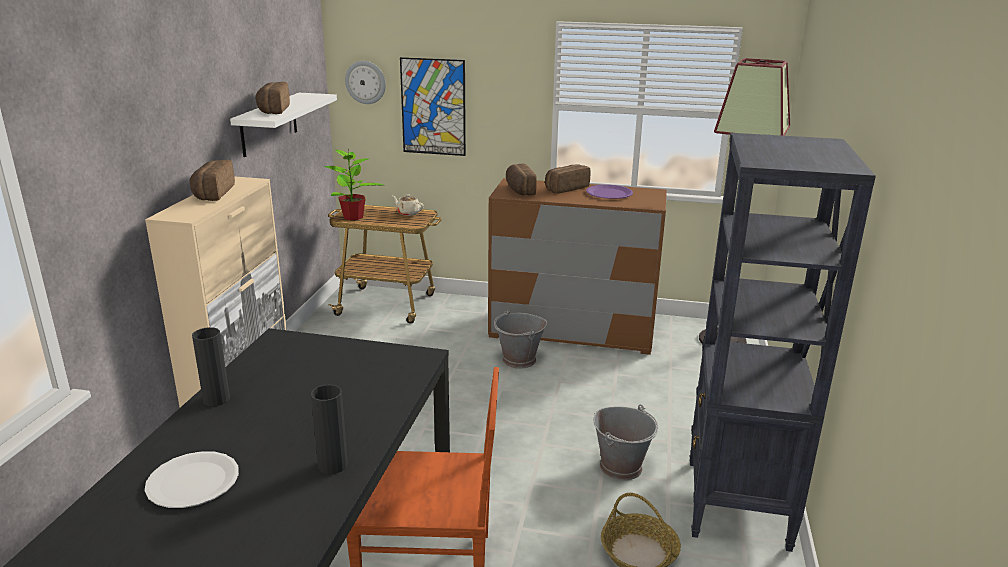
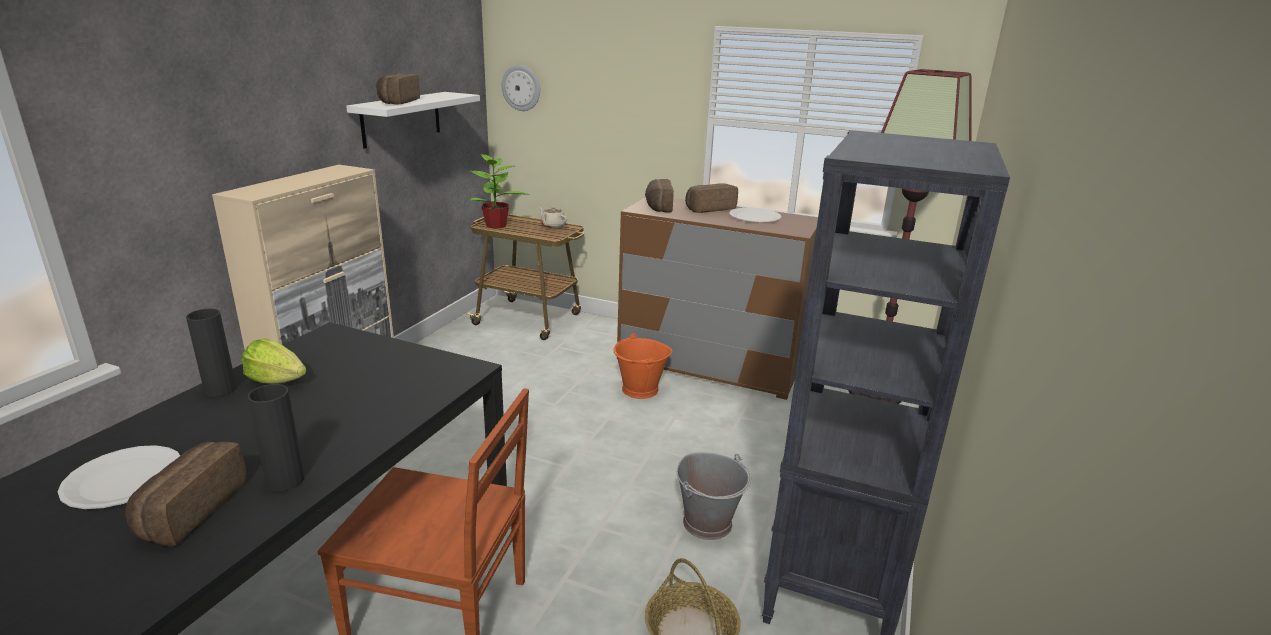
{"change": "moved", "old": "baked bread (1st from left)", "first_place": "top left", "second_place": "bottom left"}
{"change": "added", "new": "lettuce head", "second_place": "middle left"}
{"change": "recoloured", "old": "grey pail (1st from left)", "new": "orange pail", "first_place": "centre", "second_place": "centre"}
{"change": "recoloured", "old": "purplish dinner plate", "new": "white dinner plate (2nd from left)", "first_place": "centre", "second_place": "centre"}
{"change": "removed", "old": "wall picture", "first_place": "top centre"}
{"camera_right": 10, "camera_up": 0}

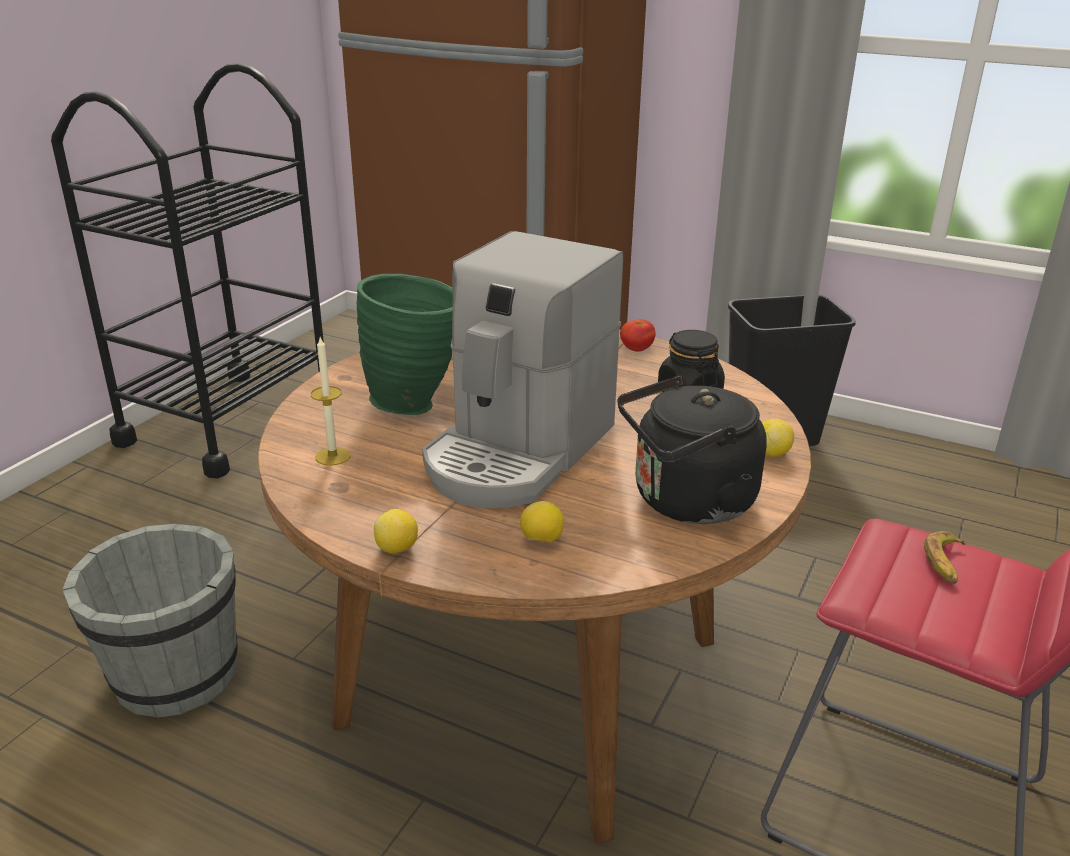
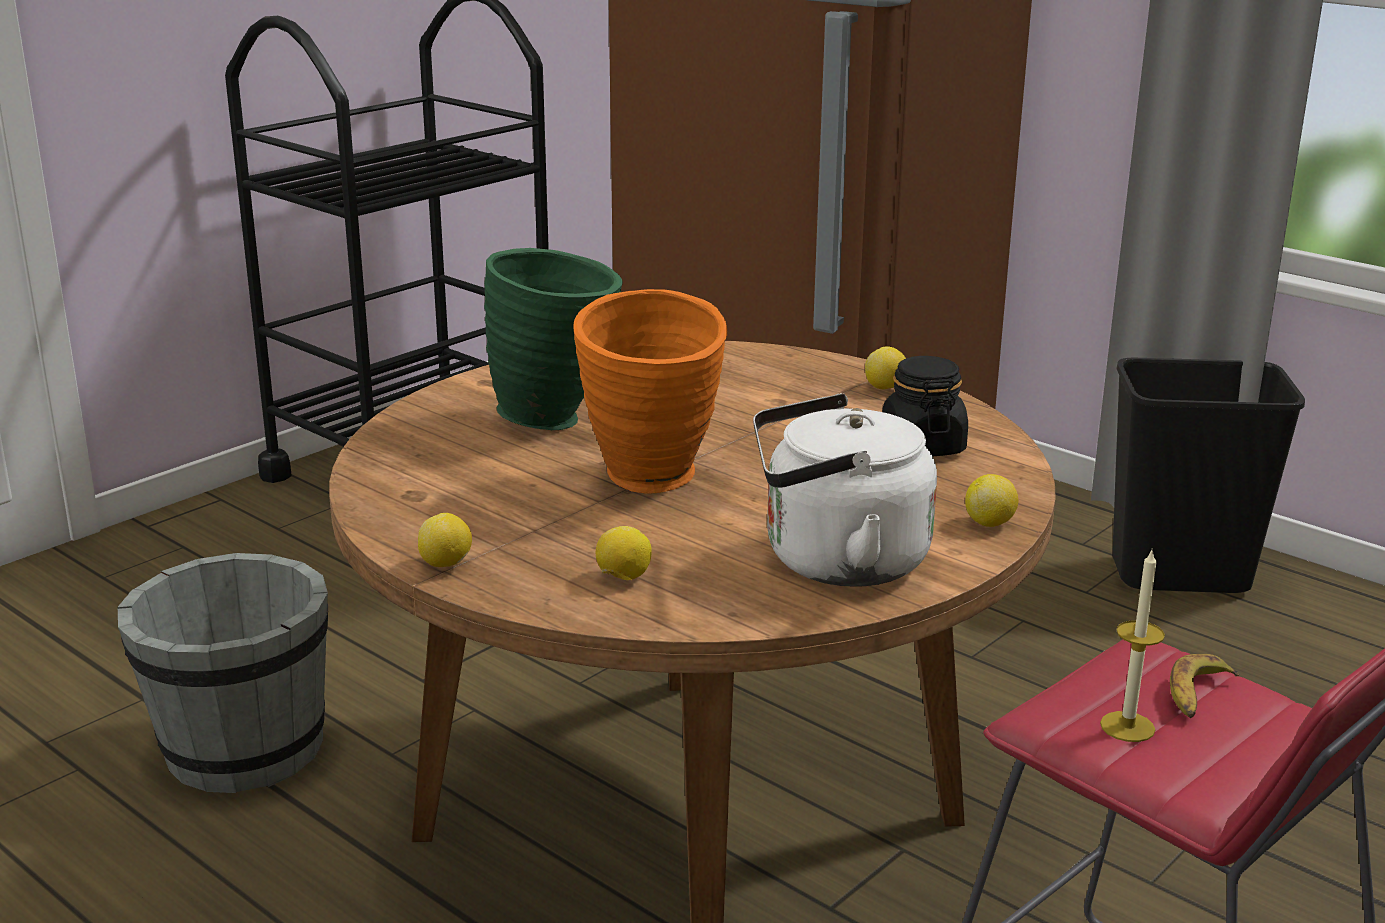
{"change": "replaced", "old": "coffee machine", "new": "orange flower vase", "first_place": "centre", "second_place": "centre"}
{"change": "recoloured", "old": "blackish water kettle", "new": "white water kettle", "first_place": "centre", "second_place": "centre"}
{"change": "replaced", "old": "whole tomato", "new": "lemon (3rd from left)", "first_place": "centre", "second_place": "centre"}
{"change": "moved", "old": "candle", "first_place": "middle left", "second_place": "bottom right"}
{"camera_right": 15, "camera_up": -5}

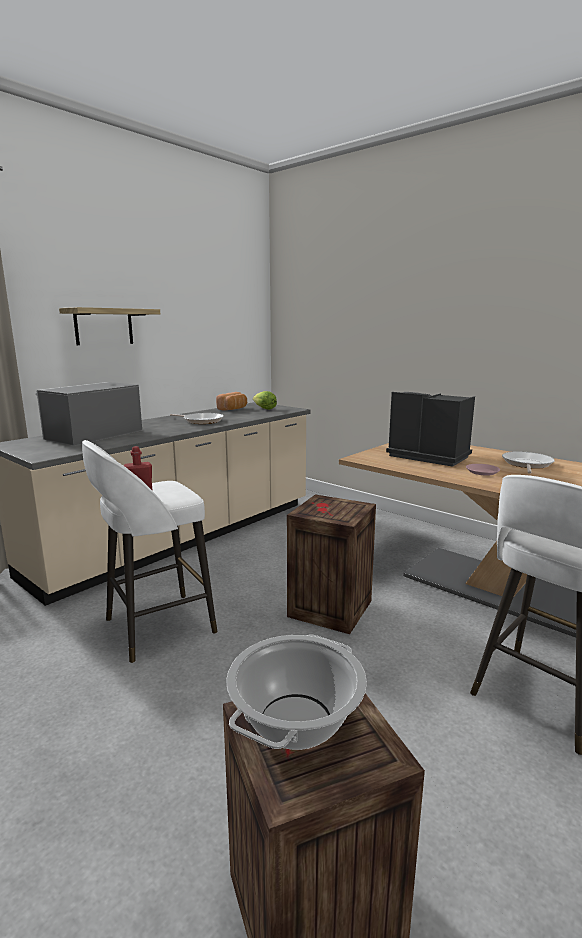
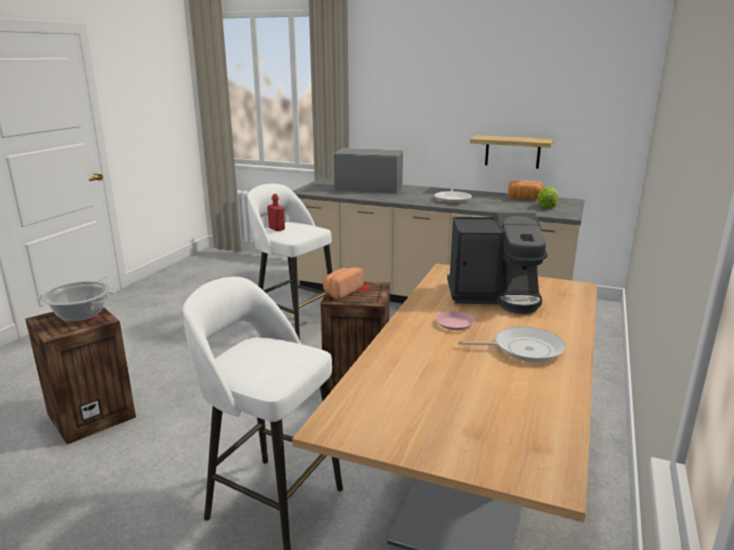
{"change": "added", "new": "baked bread (1st from left)", "second_place": "centre"}
{"change": "turned", "old": "coffee machine", "first_place": "middle right", "second_place": "middle right", "degrees": 75}
{"change": "moved", "old": "shelf", "first_place": "middle left", "second_place": "top right"}
{"camera_right": 70, "camera_up": 5}

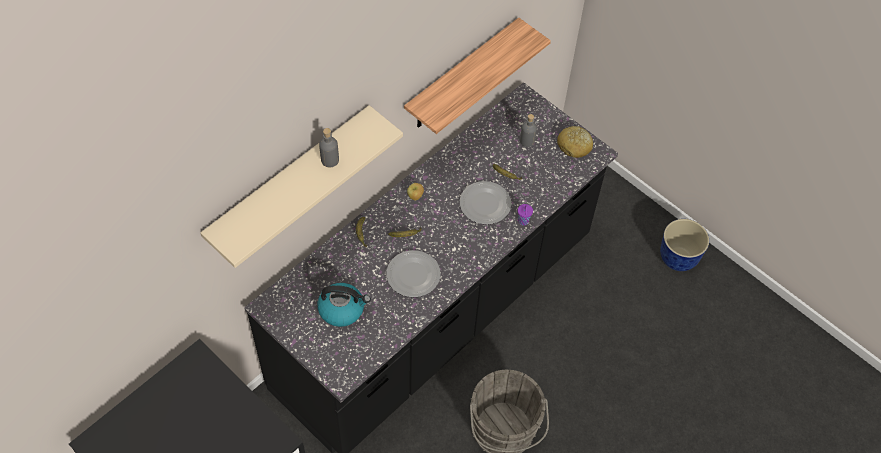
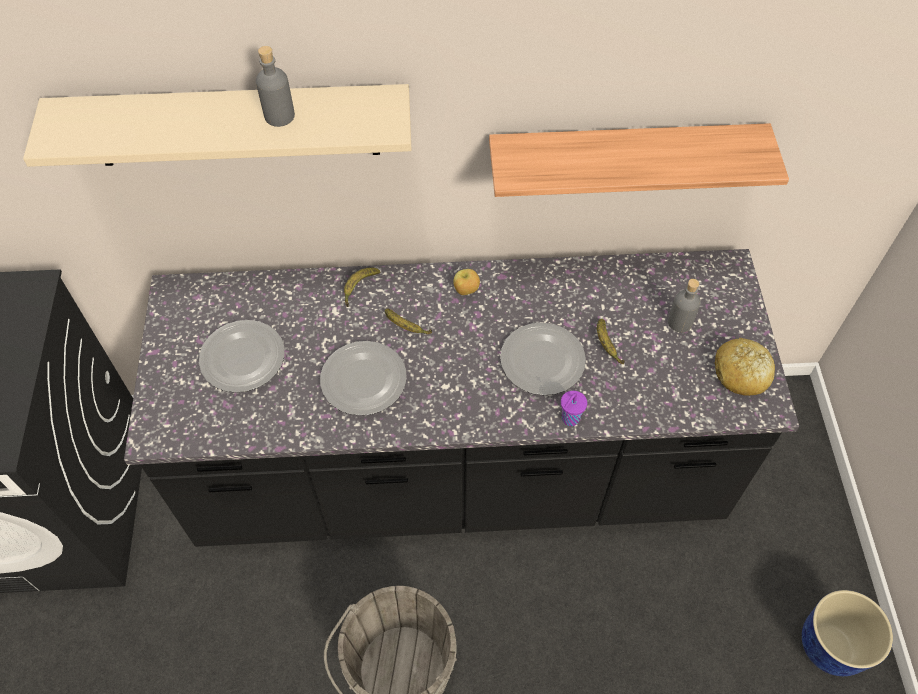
{"change": "replaced", "old": "water kettle", "new": "dinner plate (1st from left)", "first_place": "bottom centre", "second_place": "middle left"}
{"camera_right": 45, "camera_up": 0}

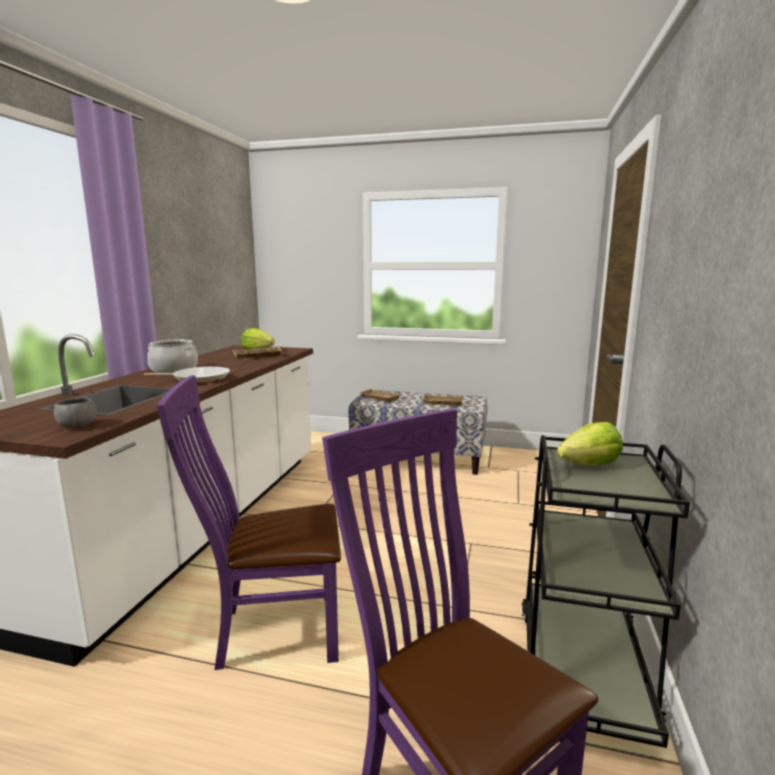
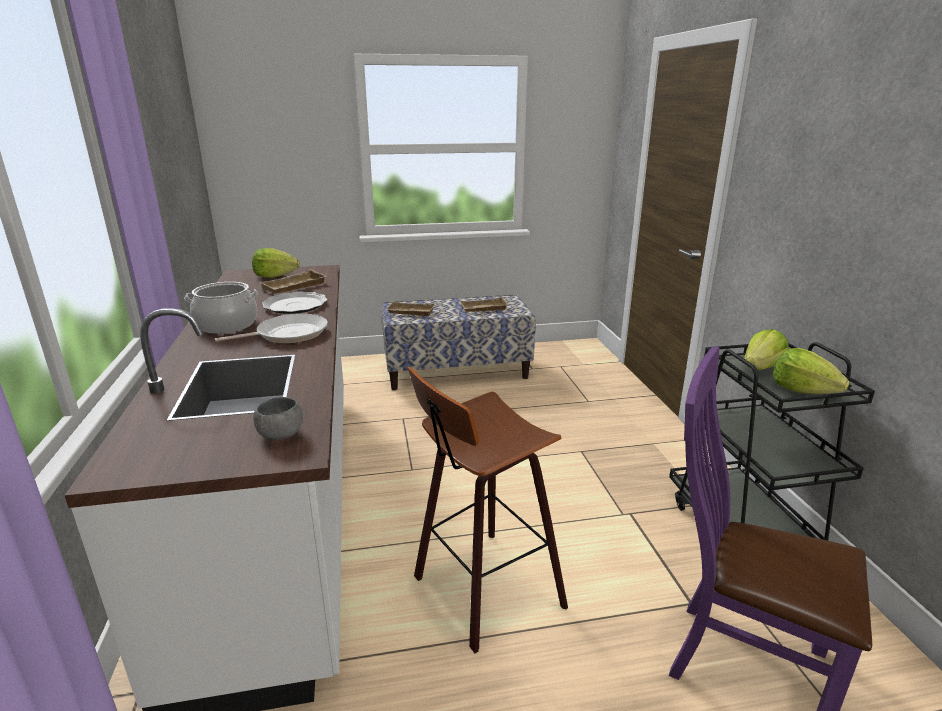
{"change": "added", "new": "dinner plate", "second_place": "middle left"}
{"change": "replaced", "old": "purplish chair (1st from left)", "new": "stool seat", "first_place": "bottom left", "second_place": "bottom centre"}
{"change": "added", "new": "lettuce head (3rd from left)", "second_place": "middle right"}
{"camera_right": -25, "camera_up": 10}

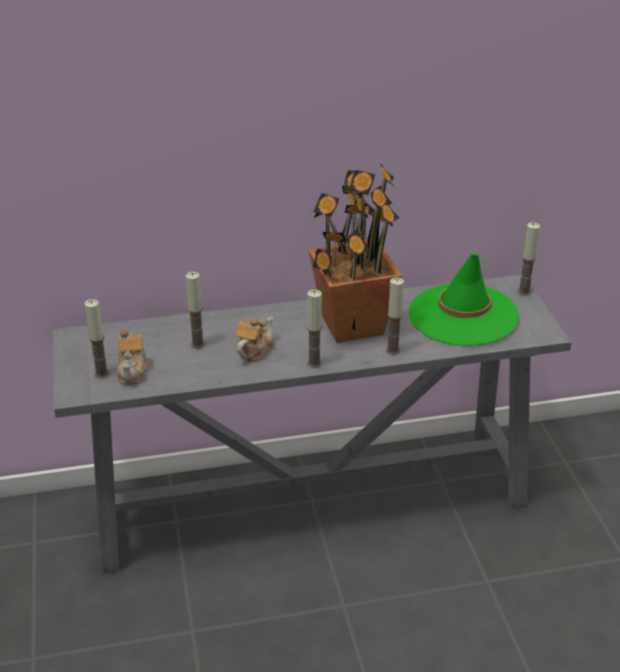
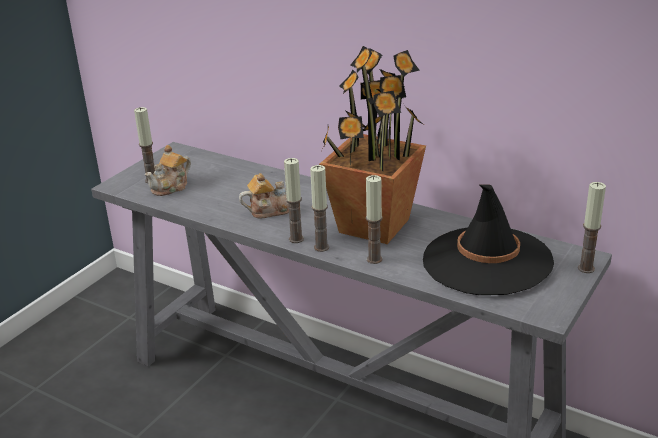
{"change": "moved", "old": "candle (2nd from left in the first image)", "new": "candle (3rd from left)", "first_place": "middle left", "second_place": "centre"}
{"change": "recoloured", "old": "green-coloured wearable hat", "new": "blackish wearable hat", "first_place": "middle right", "second_place": "middle right"}
{"camera_right": 45, "camera_up": -5}

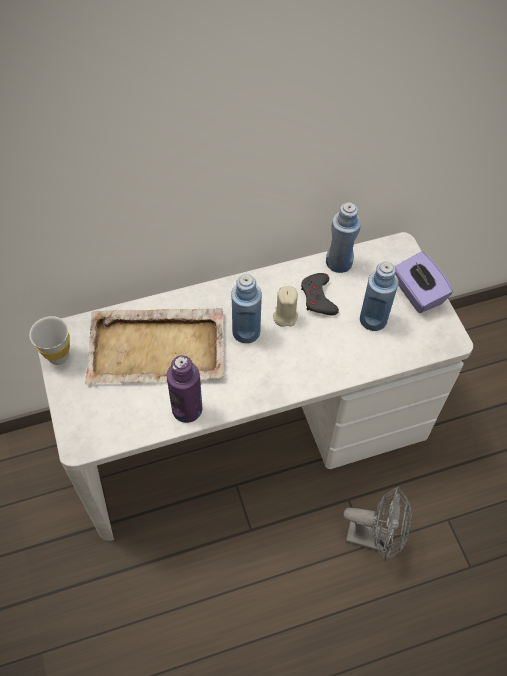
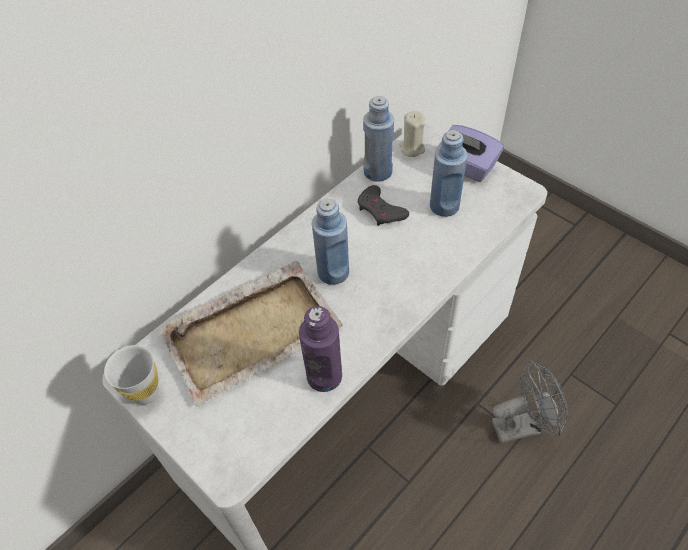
{"change": "moved", "old": "beige candle", "first_place": "centre", "second_place": "top centre"}
{"camera_right": -25, "camera_up": -5}

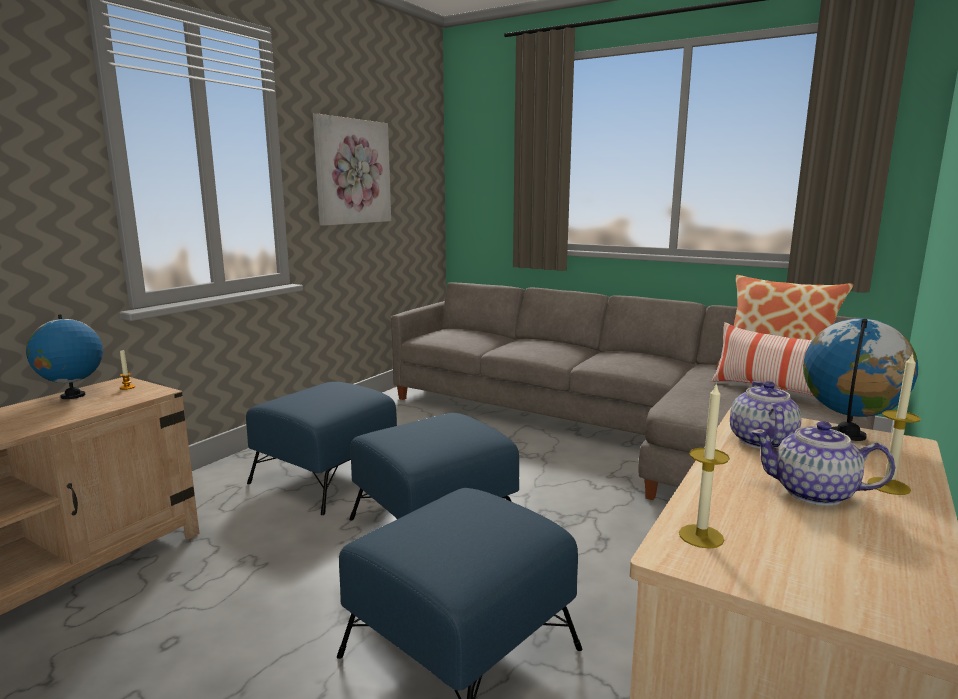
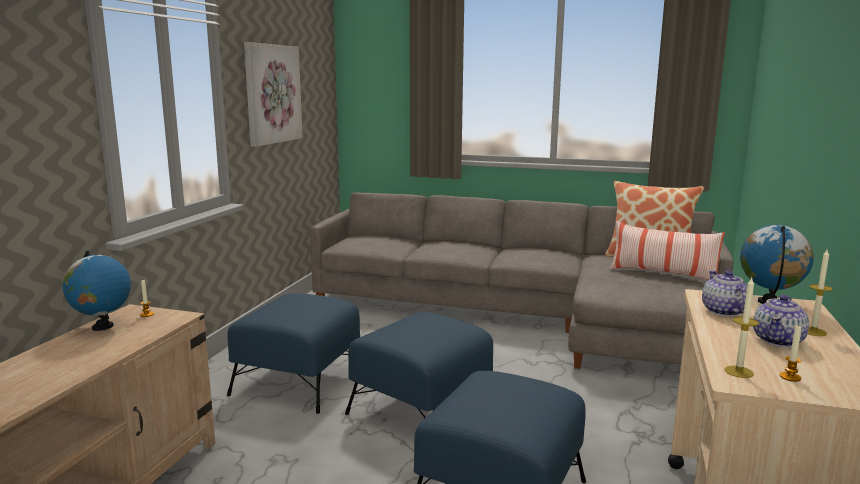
{"change": "turned", "old": "tea pot (2nd from left)", "first_place": "middle right", "second_place": "middle right", "degrees": -60}
{"change": "added", "new": "candle (3rd from left)", "second_place": "bottom right"}
{"camera_right": -15, "camera_up": 0}

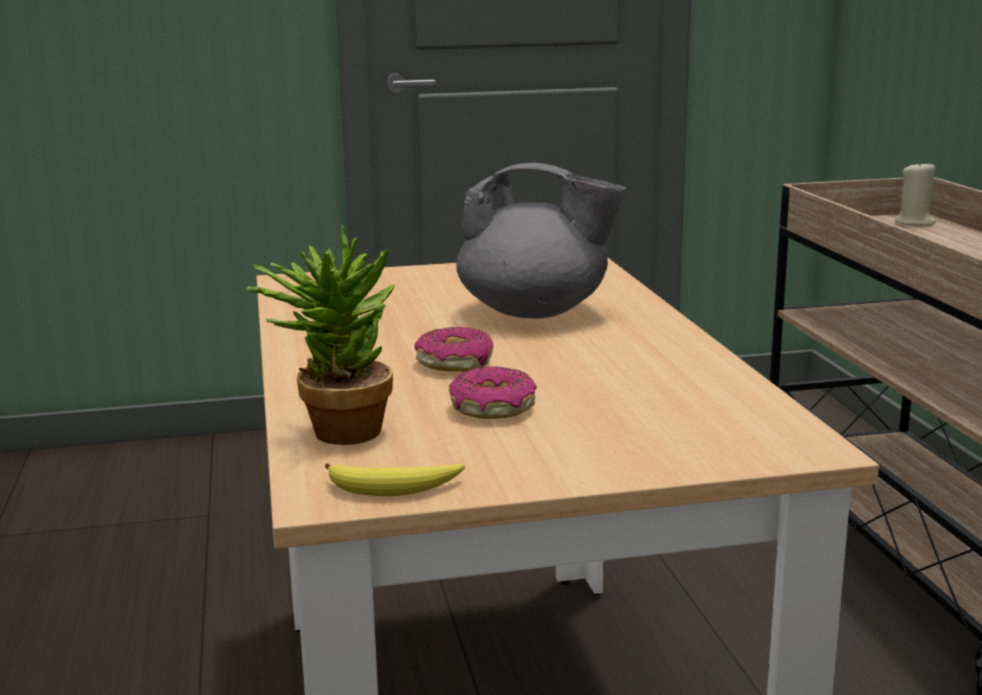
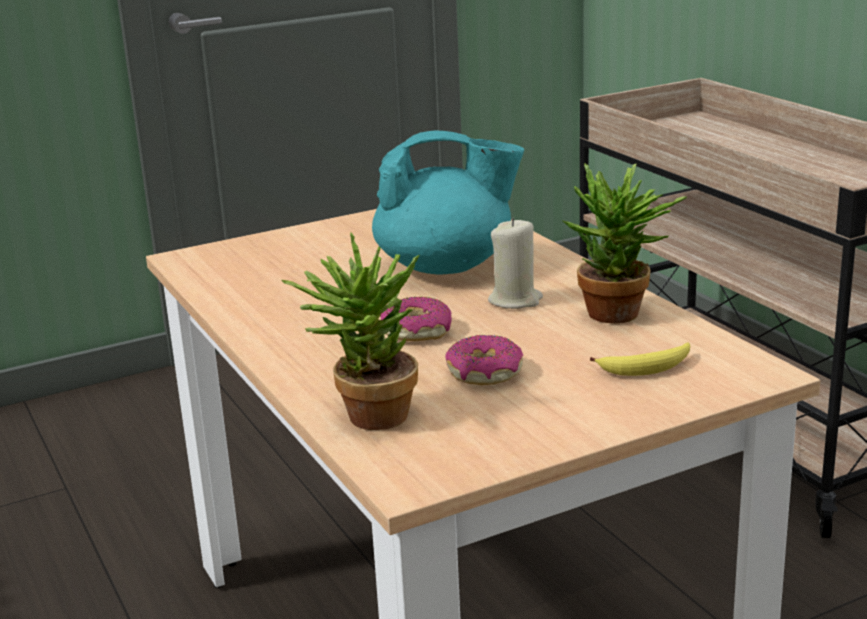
{"change": "recoloured", "old": "grey tea pot", "new": "blue-green tea pot", "first_place": "centre", "second_place": "top centre"}
{"change": "moved", "old": "beige candle", "first_place": "top right", "second_place": "centre"}
{"change": "added", "new": "potted plant (2nd from left)", "second_place": "middle right"}
{"change": "moved", "old": "whole banana", "first_place": "bottom centre", "second_place": "middle right"}
{"camera_right": -15, "camera_up": 5}

